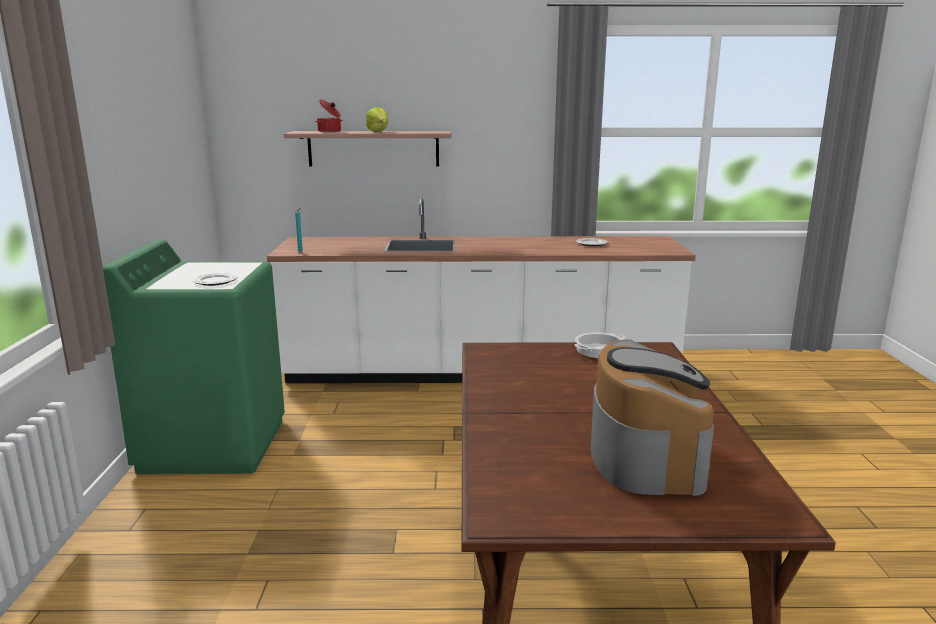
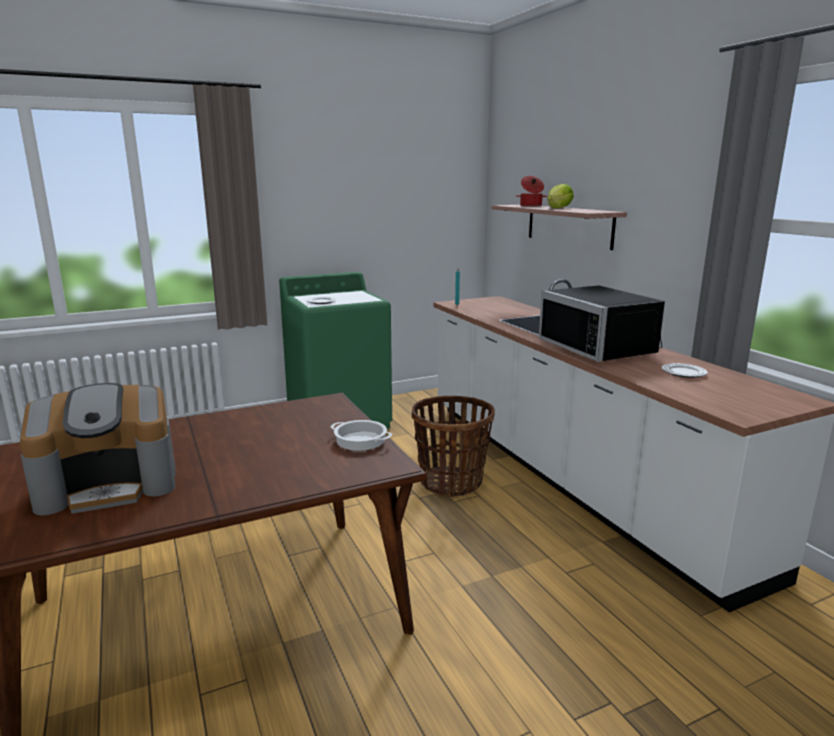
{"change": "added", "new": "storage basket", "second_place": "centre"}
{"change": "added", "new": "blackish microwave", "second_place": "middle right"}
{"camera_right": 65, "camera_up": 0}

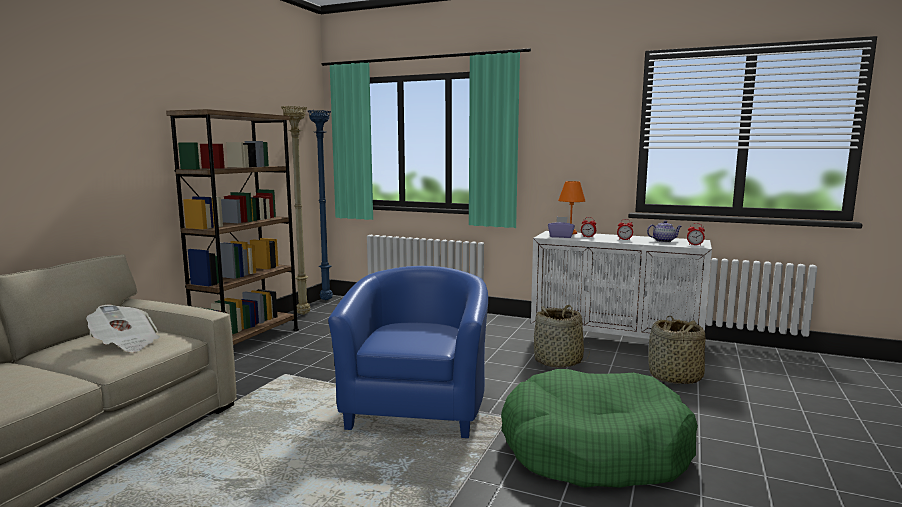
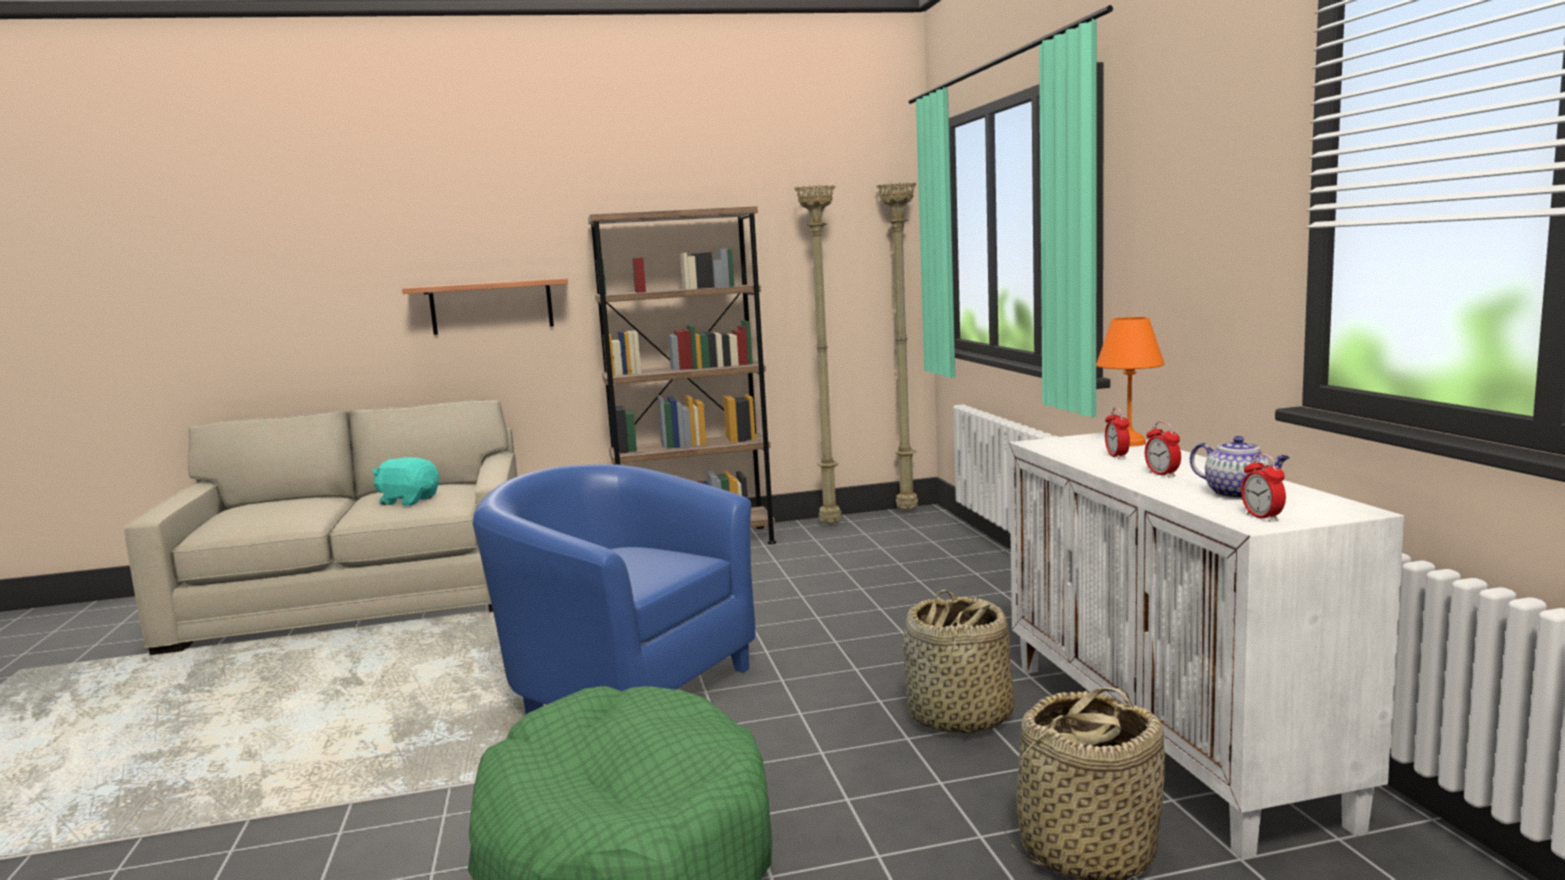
{"change": "replaced", "old": "daily paper", "new": "blue-green soft toy", "first_place": "middle left", "second_place": "middle left"}
{"change": "added", "new": "shelf", "second_place": "middle left"}
{"change": "turned", "old": "bluish lounge chair", "first_place": "bottom centre", "second_place": "bottom centre", "degrees": -120}
{"change": "recoloured", "old": "bluish floor lamp", "new": "beige floor lamp (2nd from left)", "first_place": "centre", "second_place": "centre"}
{"change": "removed", "old": "purplish tissue holder", "first_place": "centre"}
{"camera_right": 55, "camera_up": 0}

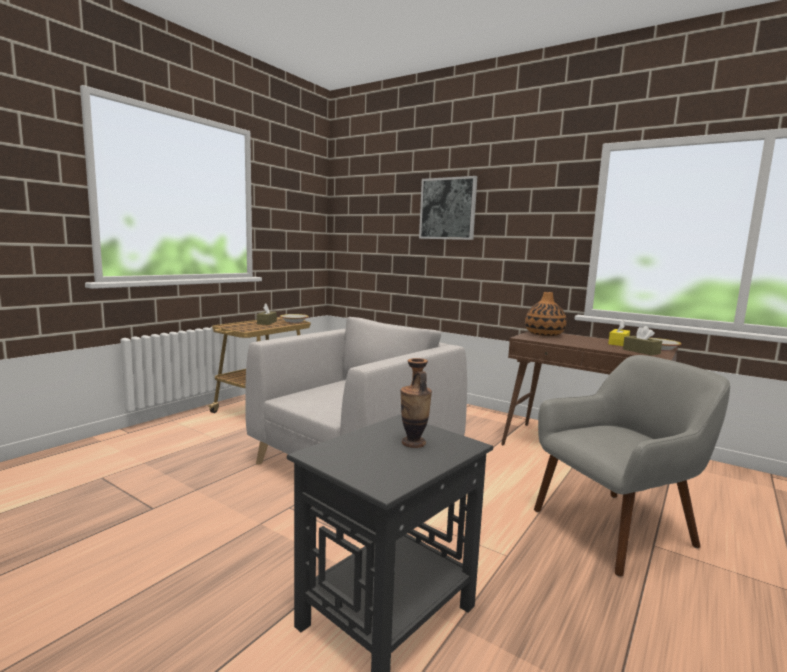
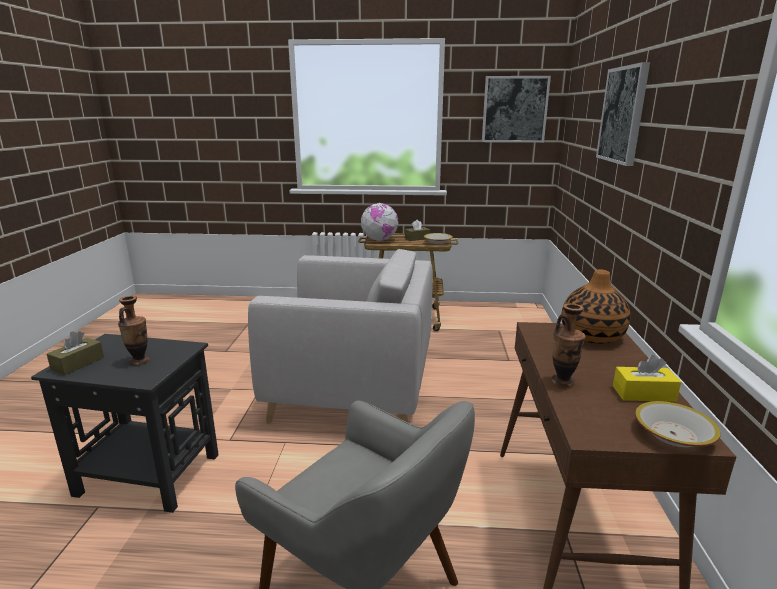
{"change": "moved", "old": "brown tissue holder (2nd from left in the first image)", "new": "brown tissue holder (1st from left)", "first_place": "middle right", "second_place": "middle left"}
{"change": "added", "new": "world globe", "second_place": "centre"}
{"change": "added", "new": "wall picture (1st from left)", "second_place": "top centre"}
{"change": "added", "new": "flower vase (2nd from left)", "second_place": "middle right"}
{"camera_right": 60, "camera_up": 10}

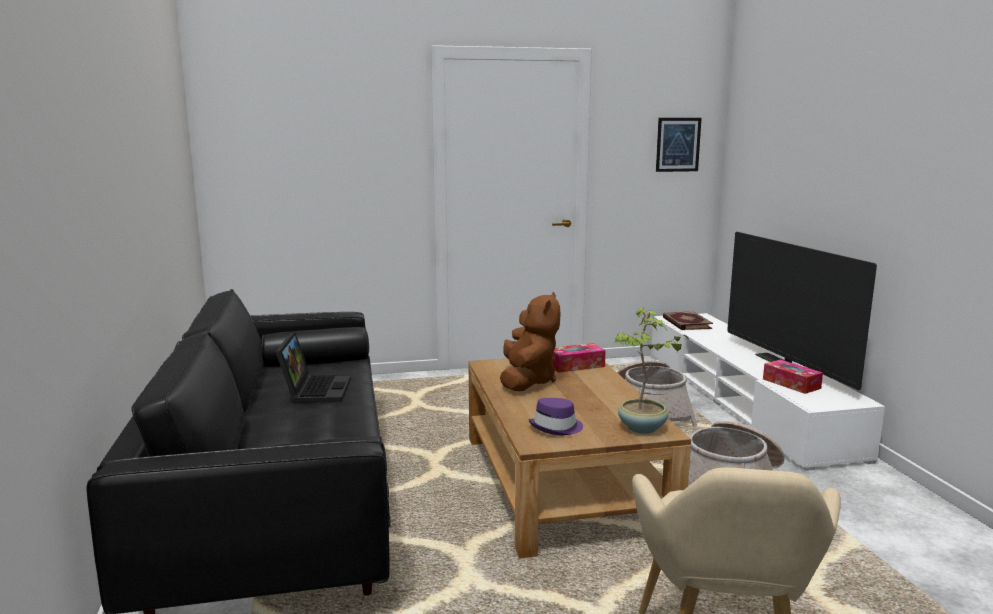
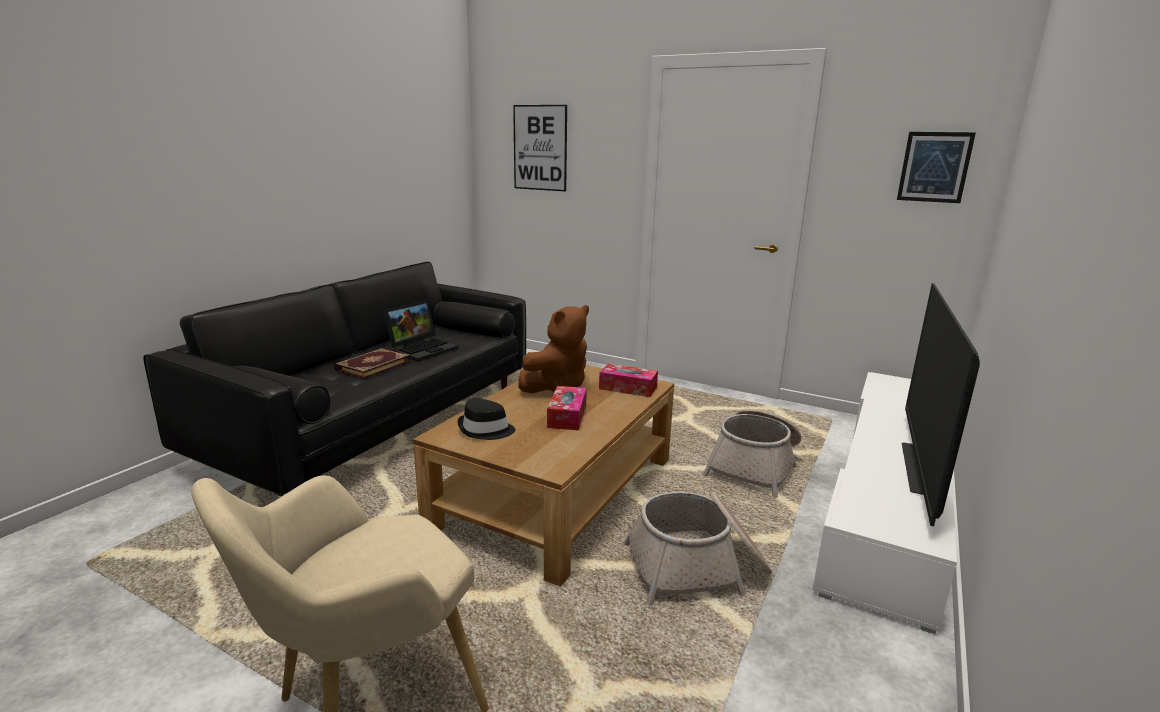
{"change": "moved", "old": "bound book", "first_place": "middle right", "second_place": "middle left"}
{"change": "recoloured", "old": "purplish wearable hat", "new": "blackish wearable hat", "first_place": "bottom centre", "second_place": "centre"}
{"change": "added", "new": "wall picture (1st from left)", "second_place": "top centre"}
{"change": "moved", "old": "tissue holder (2nd from left in the first image)", "new": "tissue holder (1st from left)", "first_place": "middle right", "second_place": "centre"}
{"change": "removed", "old": "potted plant", "first_place": "centre"}
{"camera_right": 40, "camera_up": 5}

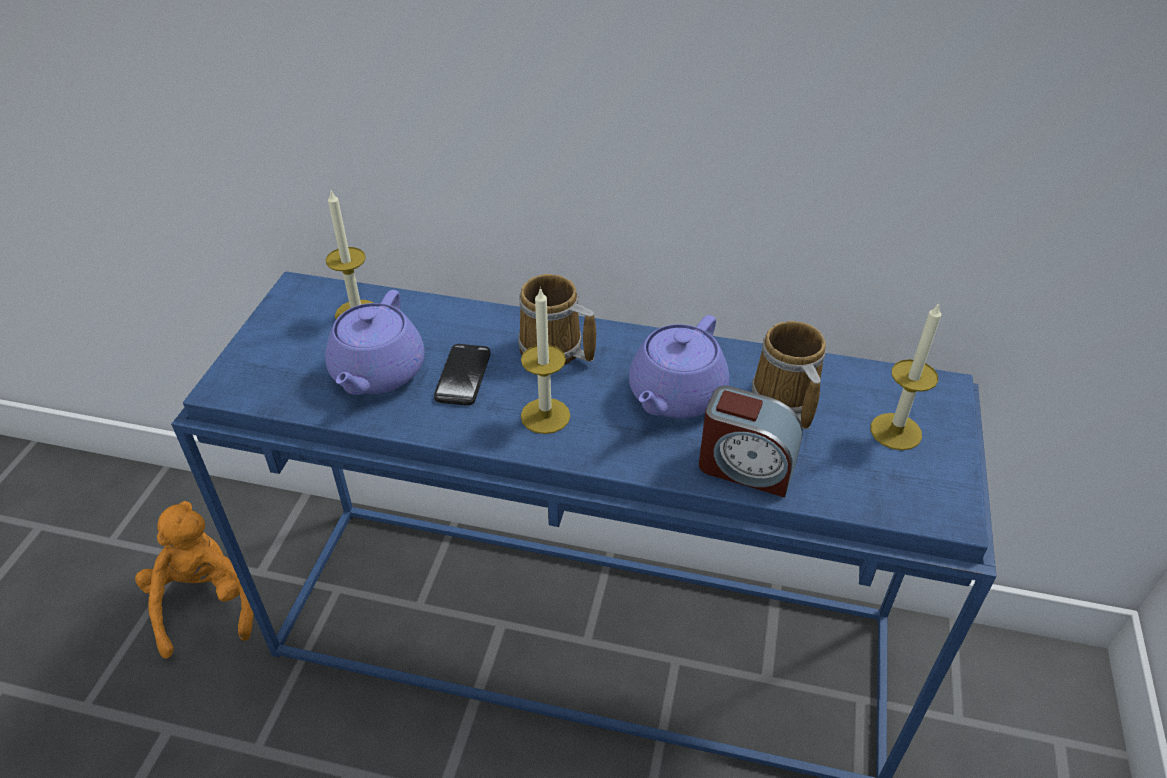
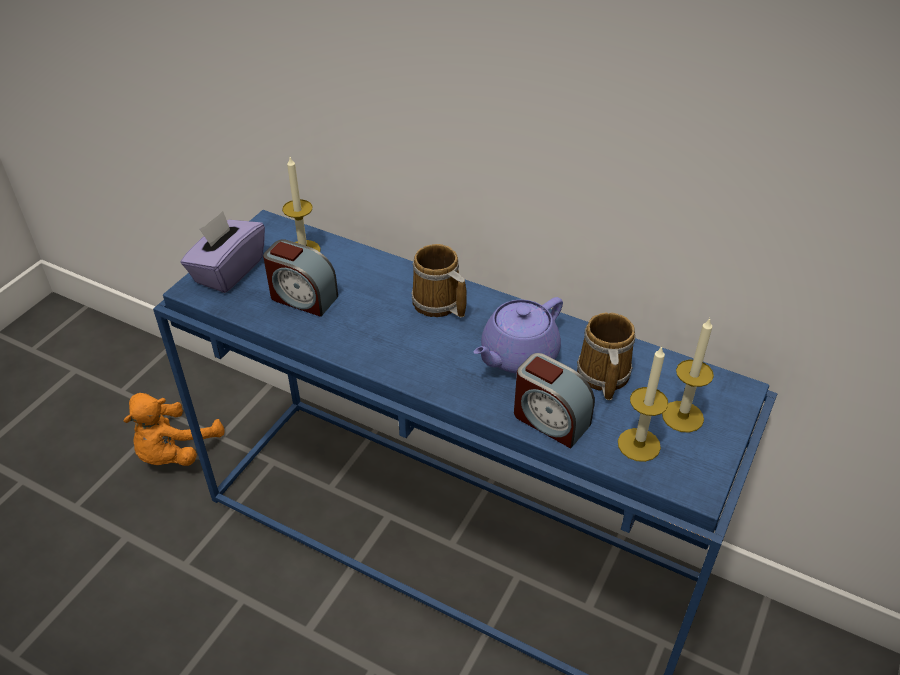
{"change": "turned", "old": "orange soft toy", "first_place": "bottom left", "second_place": "middle left", "degrees": -150}
{"change": "added", "new": "purplish tissue holder", "second_place": "middle left"}
{"change": "replaced", "old": "purplish tea pot (1st from left)", "new": "bedside clock (1st from left)", "first_place": "middle left", "second_place": "centre"}
{"change": "moved", "old": "candle (2nd from left)", "first_place": "centre", "second_place": "middle right"}
{"change": "removed", "old": "phone", "first_place": "centre"}
{"camera_right": 15, "camera_up": 0}

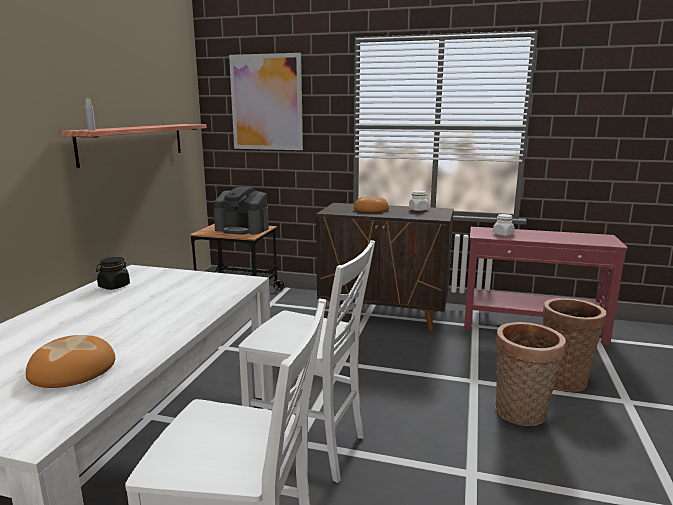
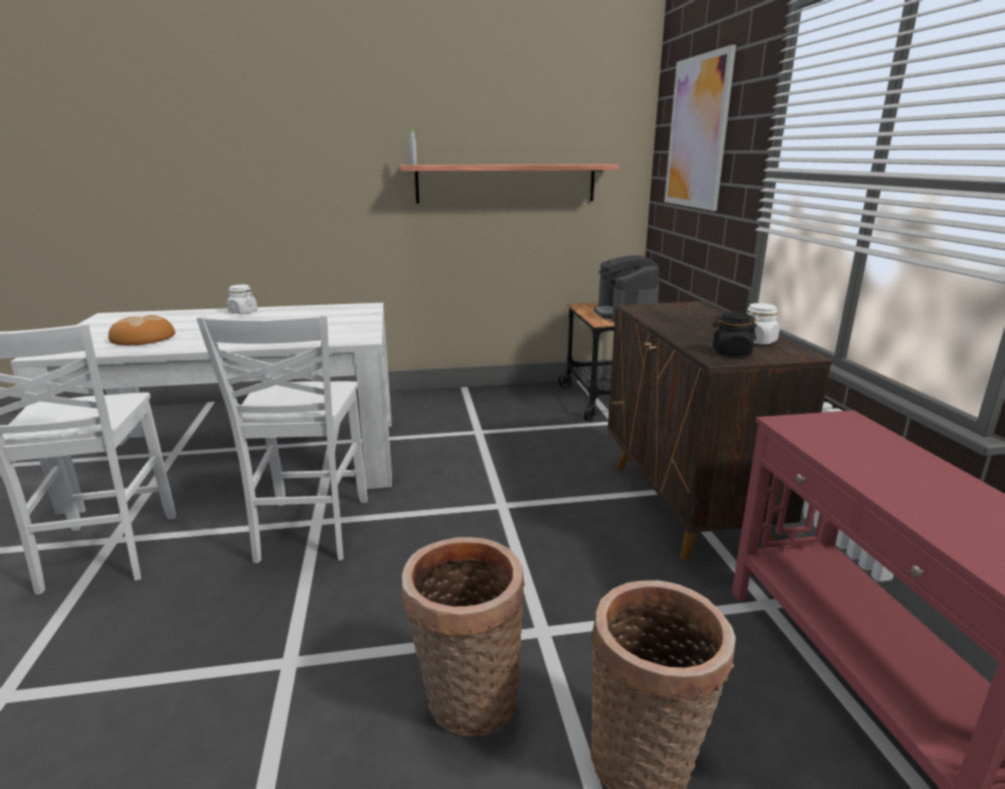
{"change": "moved", "old": "white preserve jar (2nd from left in the first image)", "new": "white preserve jar (1st from left)", "first_place": "middle right", "second_place": "middle left"}
{"change": "moved", "old": "blackish preserve jar", "first_place": "middle left", "second_place": "middle right"}
{"change": "removed", "old": "baked bread (2nd from left)", "first_place": "centre"}
{"camera_right": 65, "camera_up": 5}

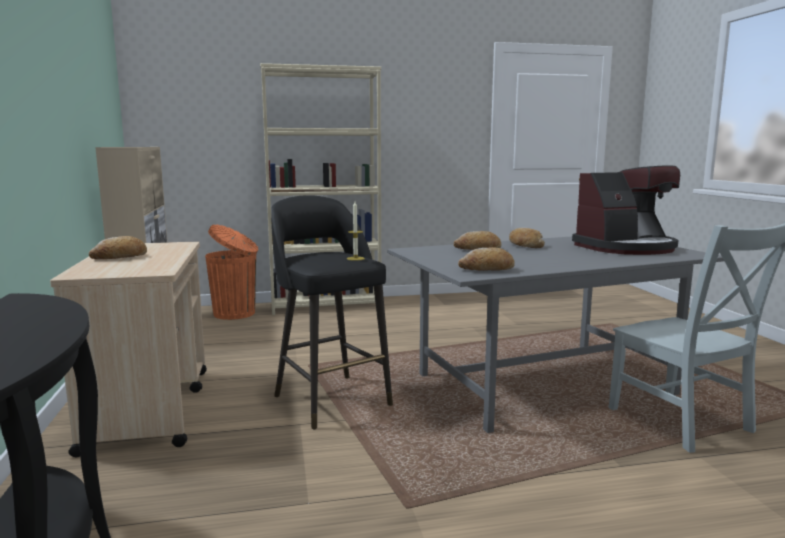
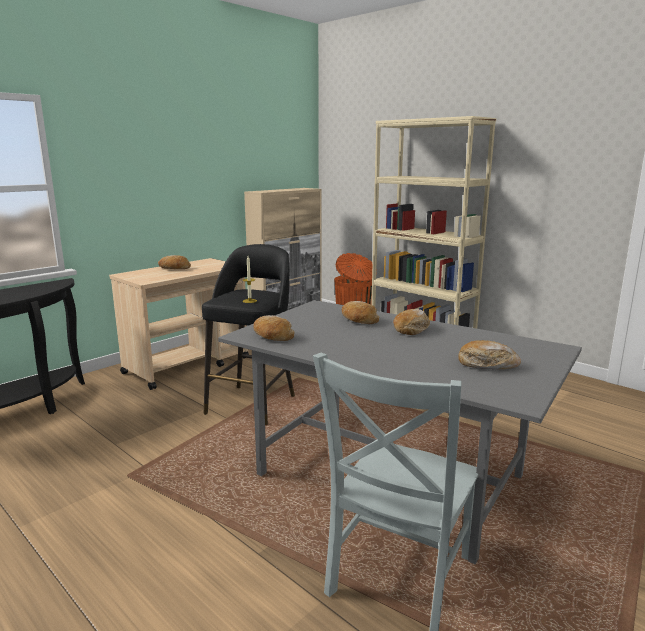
{"change": "replaced", "old": "coffee machine", "new": "baked bread (5th from left)", "first_place": "middle right", "second_place": "middle right"}
{"camera_right": 55, "camera_up": 5}

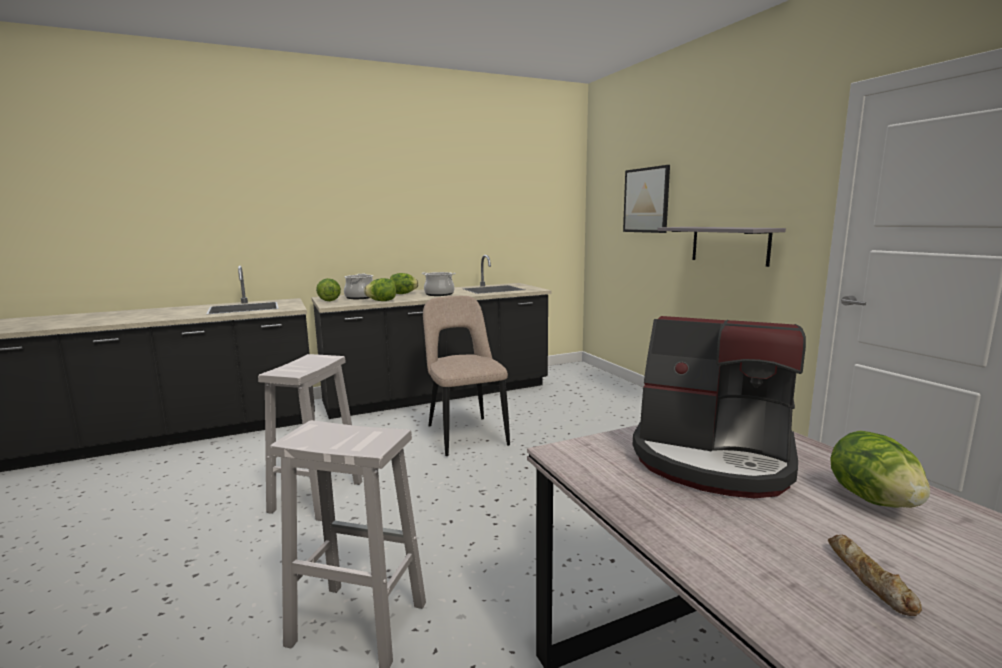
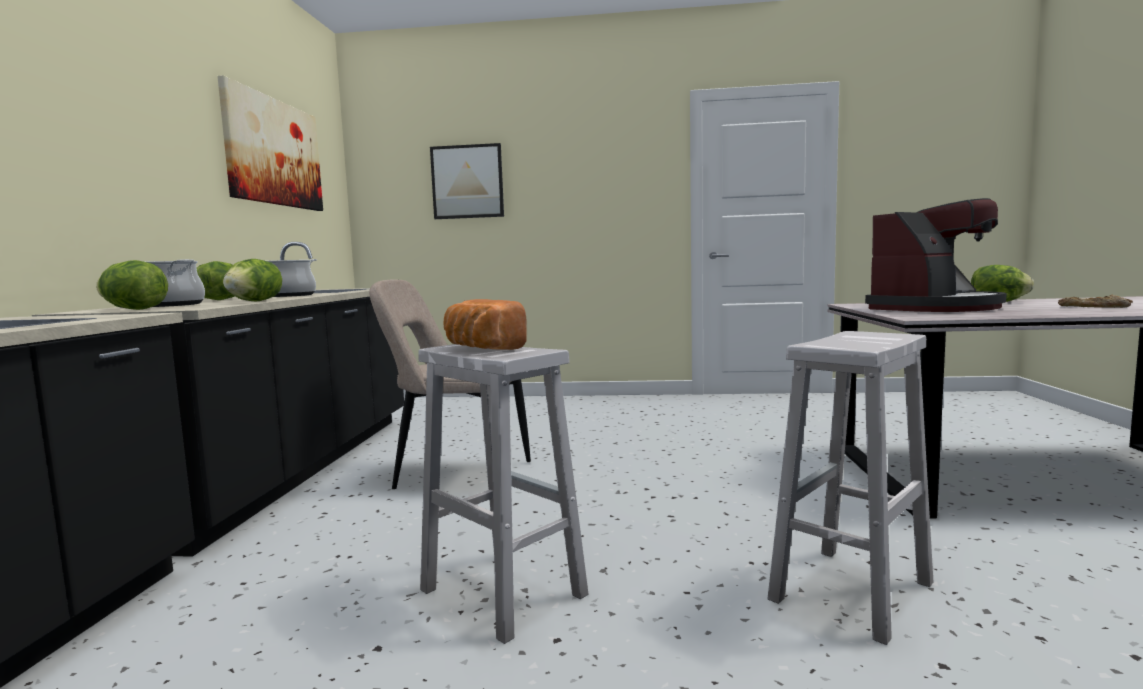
{"change": "added", "new": "wall picture (1st from left)", "second_place": "top left"}
{"change": "added", "new": "baked bread (1st from left)", "second_place": "centre"}
{"change": "removed", "old": "grey shelf", "first_place": "middle right"}
{"camera_right": -60, "camera_up": -5}

